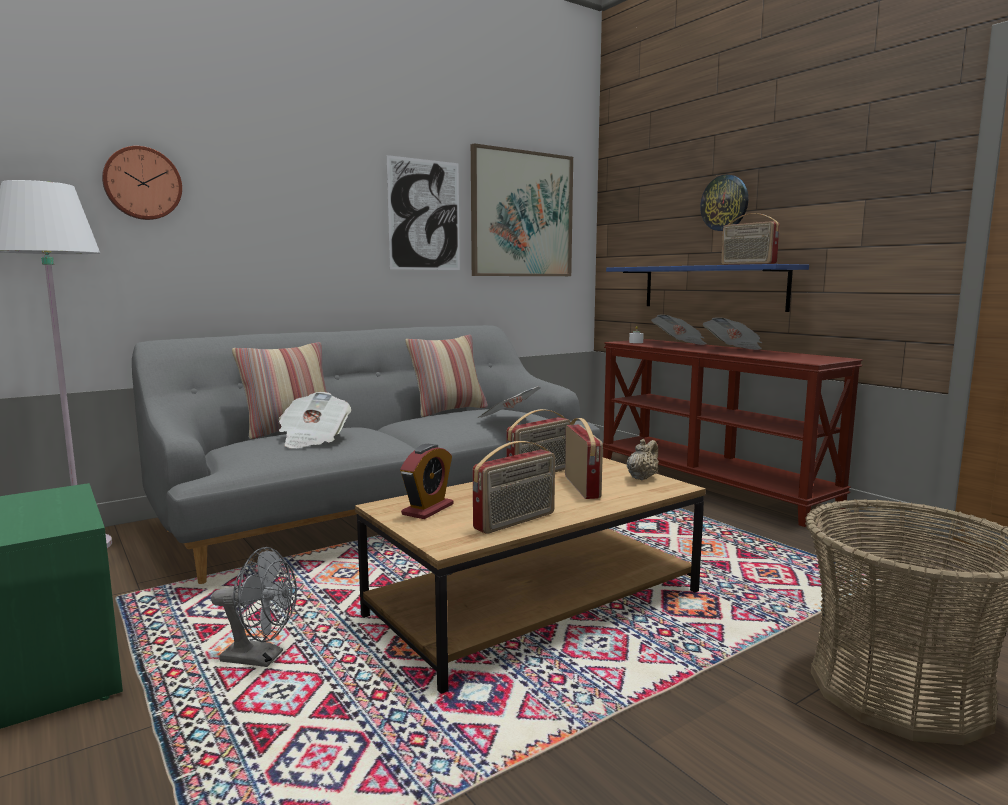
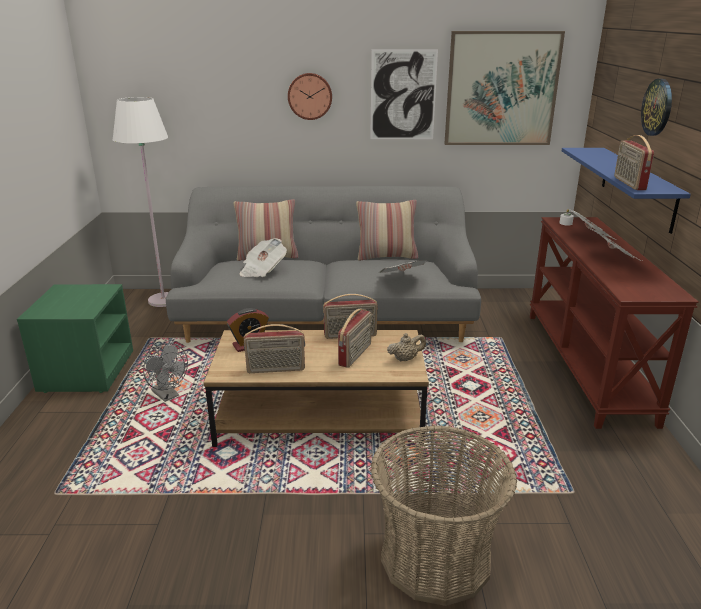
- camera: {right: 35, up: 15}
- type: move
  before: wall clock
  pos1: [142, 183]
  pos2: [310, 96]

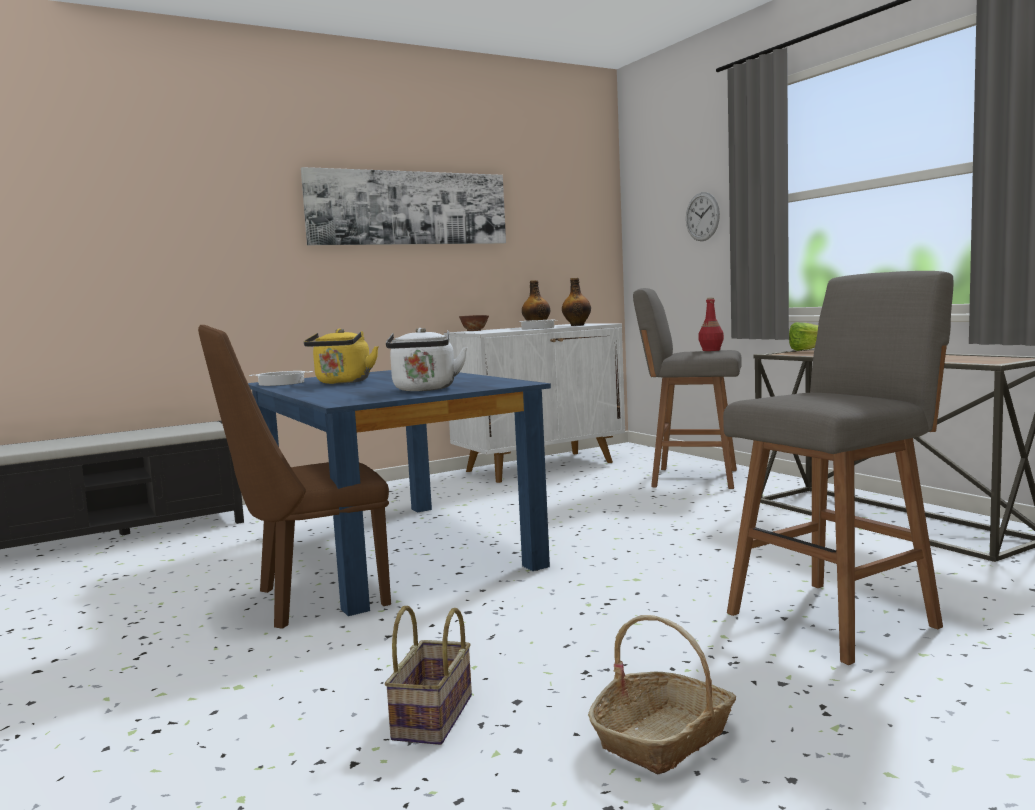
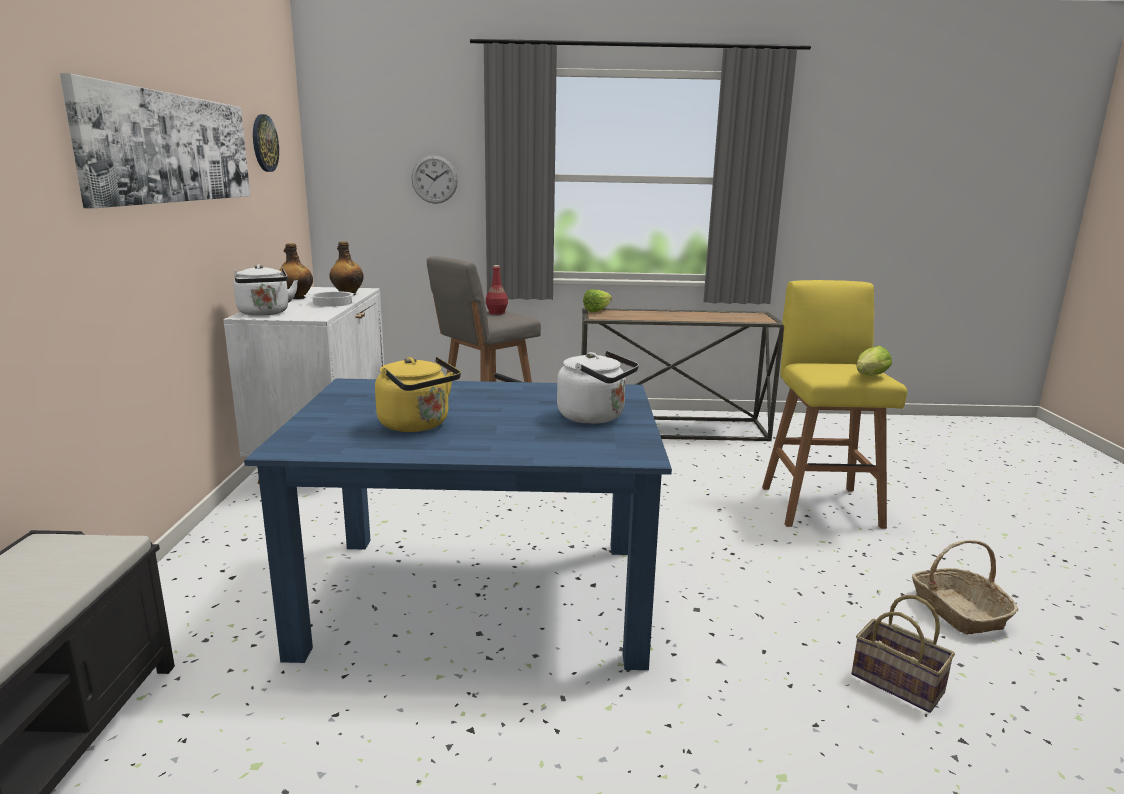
- camera: {right: -60, up: 10}
- type: delete
  before: brown chair
  pos1: [309, 600]
- type: delete
  before: stockpot
  pos1: [281, 383]
- type: insert
  after: wall clock
  pos2: [264, 143]
- type: insert
  after: lettuce head
  pos2: [869, 376]
- type: replace
  before: serving bowl
  after: white-coloured kettle
  pos1: [474, 331]
  pos2: [265, 313]
- type: recolor
  before: gray stool
  after: yellow-coloured stool
  pos1: [836, 618]
  pos2: [819, 504]

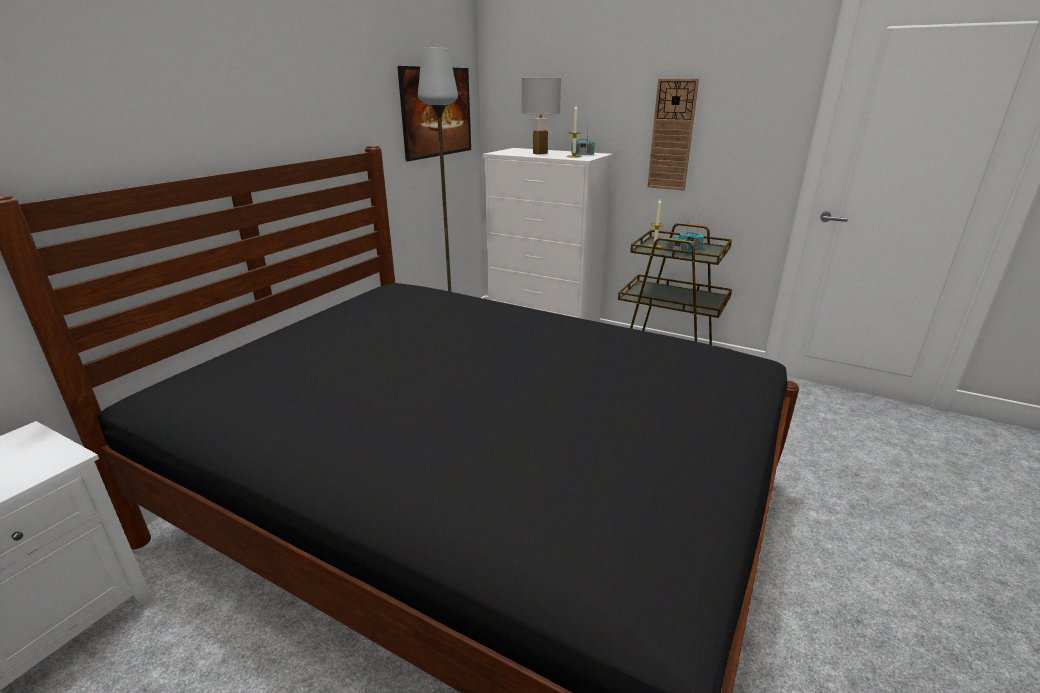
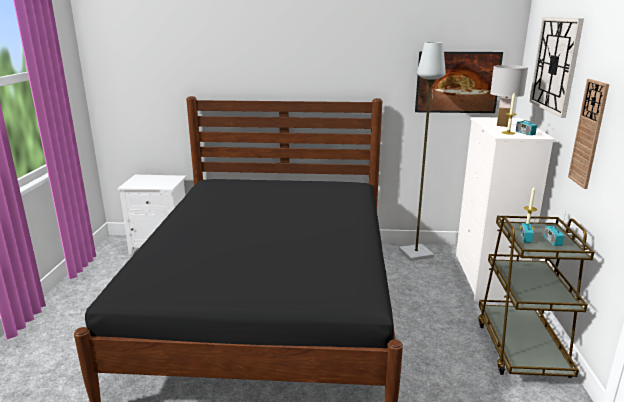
- camera: {right: 65, up: -5}
- type: insert
  after: wall clock
  pos2: [555, 65]

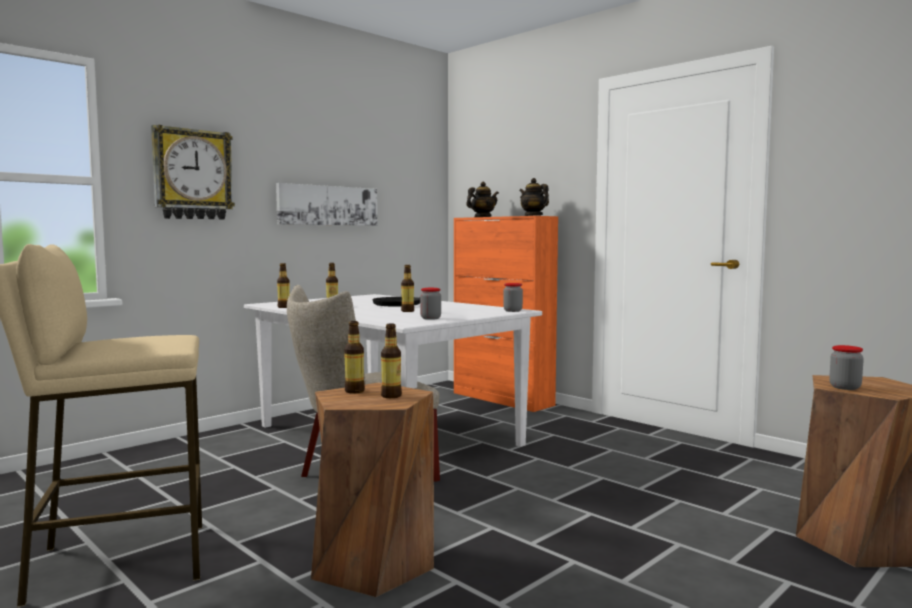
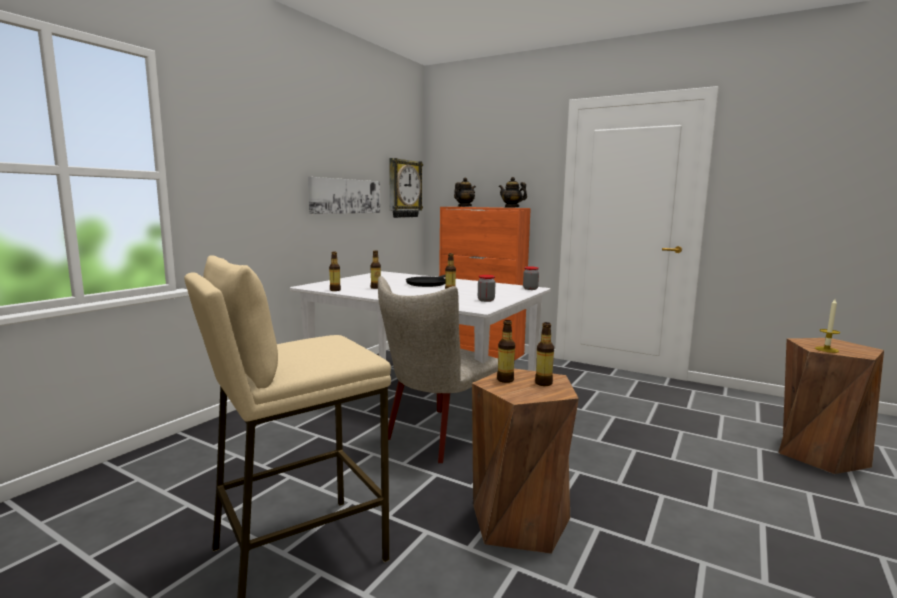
- camera: {right: -15, up: 5}
- type: move
  before: wall clock
  pos1: [192, 174]
  pos2: [404, 189]
- type: replace
  before: jar
  after: wax light
  pos1: [845, 387]
  pos2: [826, 349]

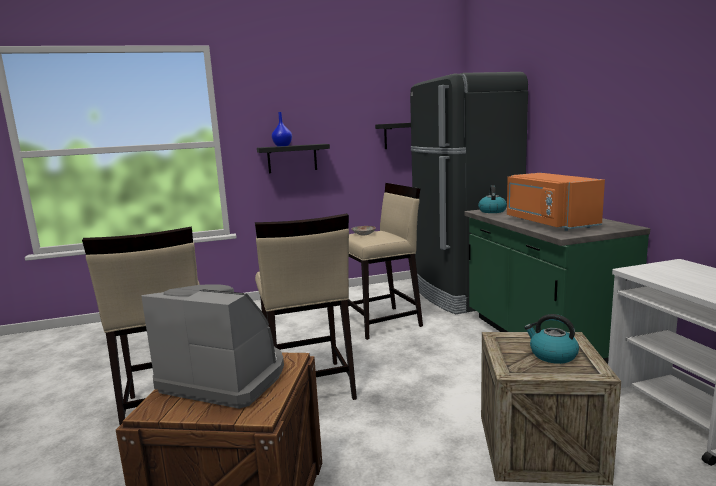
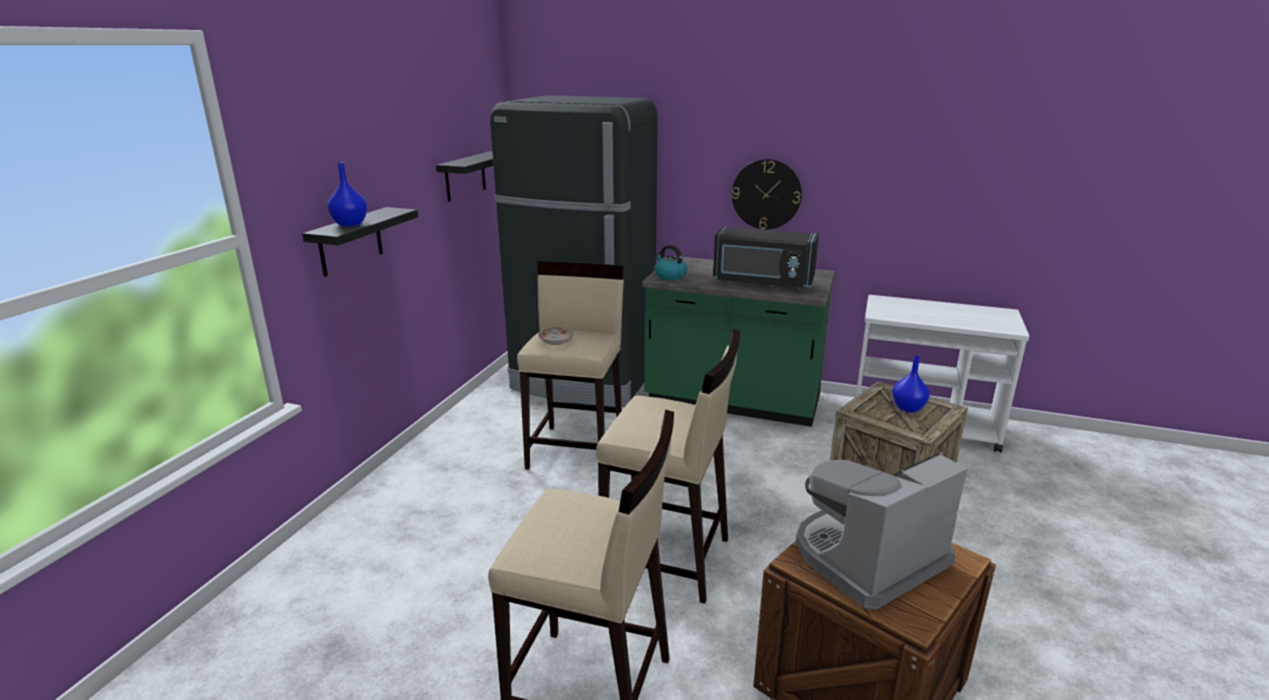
- camera: {right: -55, up: 10}
- type: insert
  after: wall clock
  pos2: [766, 194]
- type: replace
  before: kettle
  after: bluish flower vase
  pos1: [552, 355]
  pos2: [909, 408]
- type: recolor
  before: orange microwave
  after: black-coloured microwave
  pos1: [548, 223]
  pos2: [762, 282]

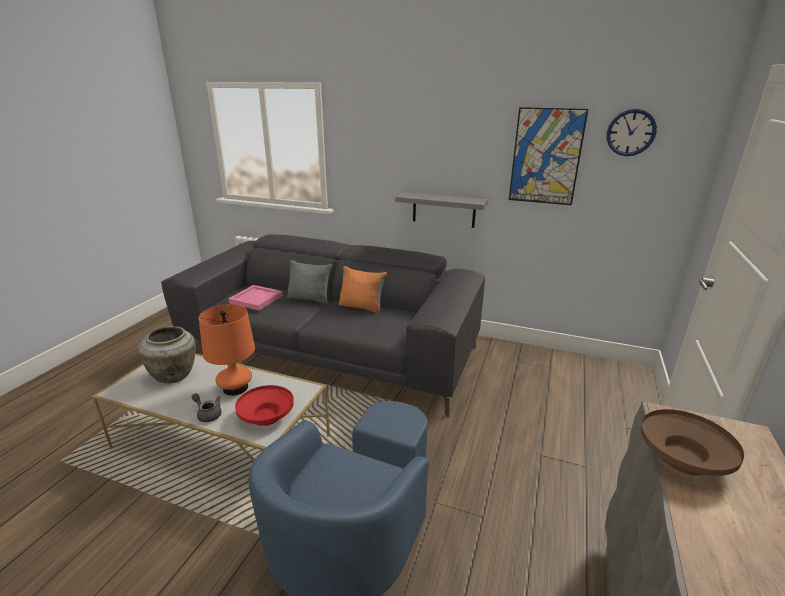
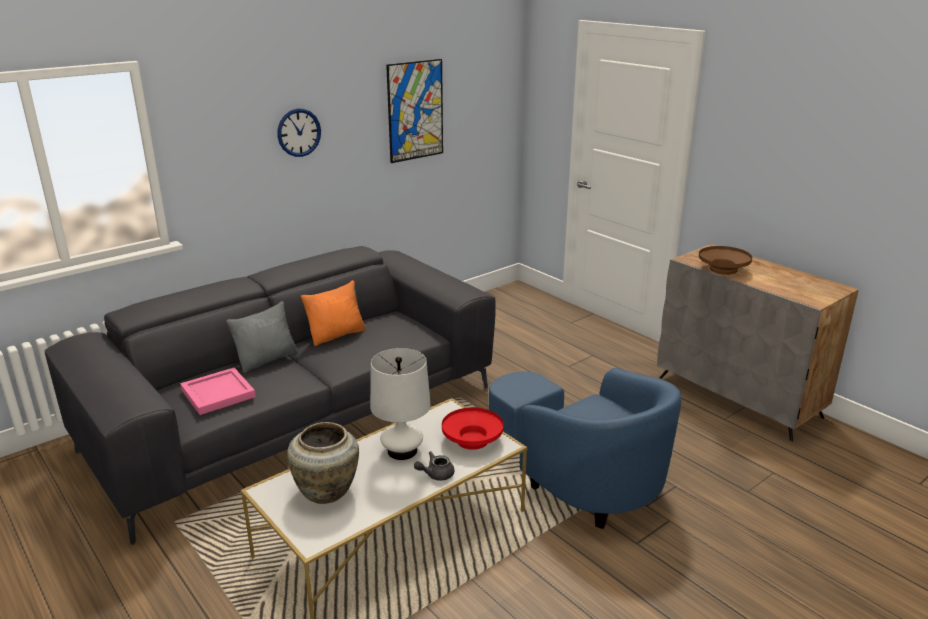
- camera: {right: -60, up: 0}
- type: delete
  before: gray shelf
  pos1: [443, 209]
- type: move
  before: wall clock
  pos1: [630, 132]
  pos2: [299, 132]
- type: recolor
  before: orange lamp for a table
  after: white-coloured lamp for a table
  pos1: [235, 388]
  pos2: [402, 451]

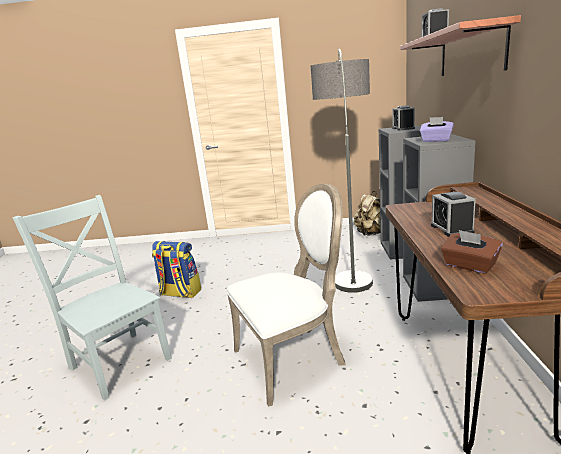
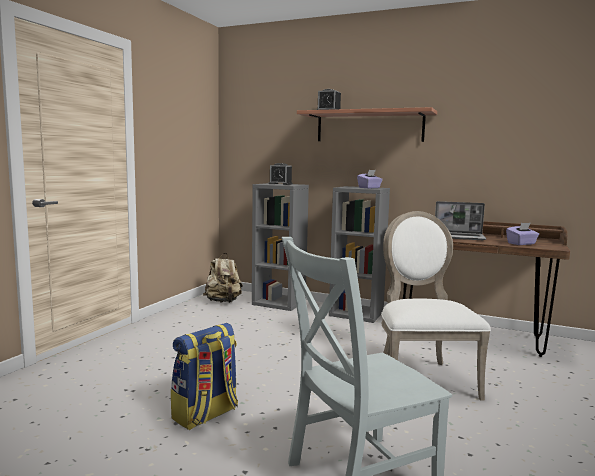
- camera: {right: -70, up: -10}
- type: delete
  before: standard lamp
  pos1: [349, 263]
- type: replace
  before: table clock
  after: laptop
  pos1: [451, 229]
  pos2: [459, 237]
- type: recolor
  before: brown tissue box
  after: purple tissue box
  pos1: [469, 266]
  pos2: [521, 244]

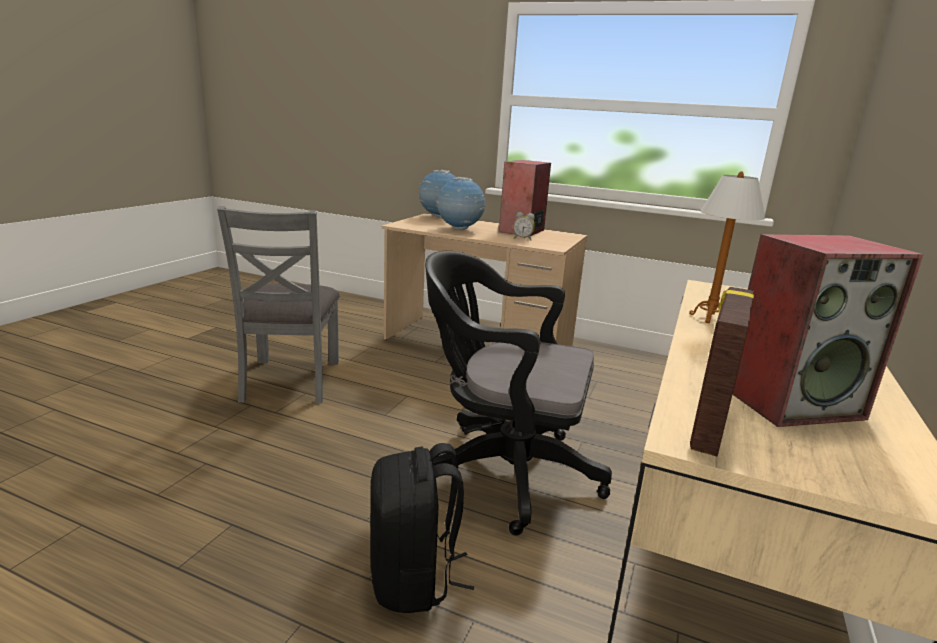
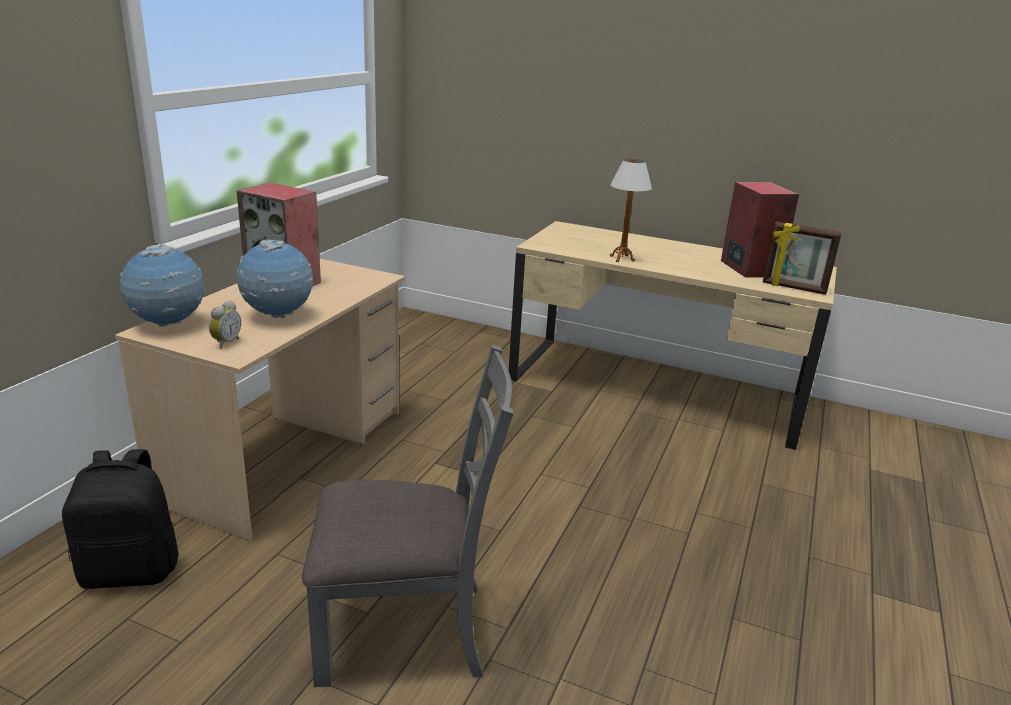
- camera: {right: -90, up: 5}
- type: delete
  before: black-coloured desk chair
  pos1: [503, 471]
- type: move
  before: black-coloured backpack
  pos1: [413, 579]
  pos2: [131, 570]
- type: move
  before: table clock
  pos1: [523, 239]
  pos2: [225, 343]

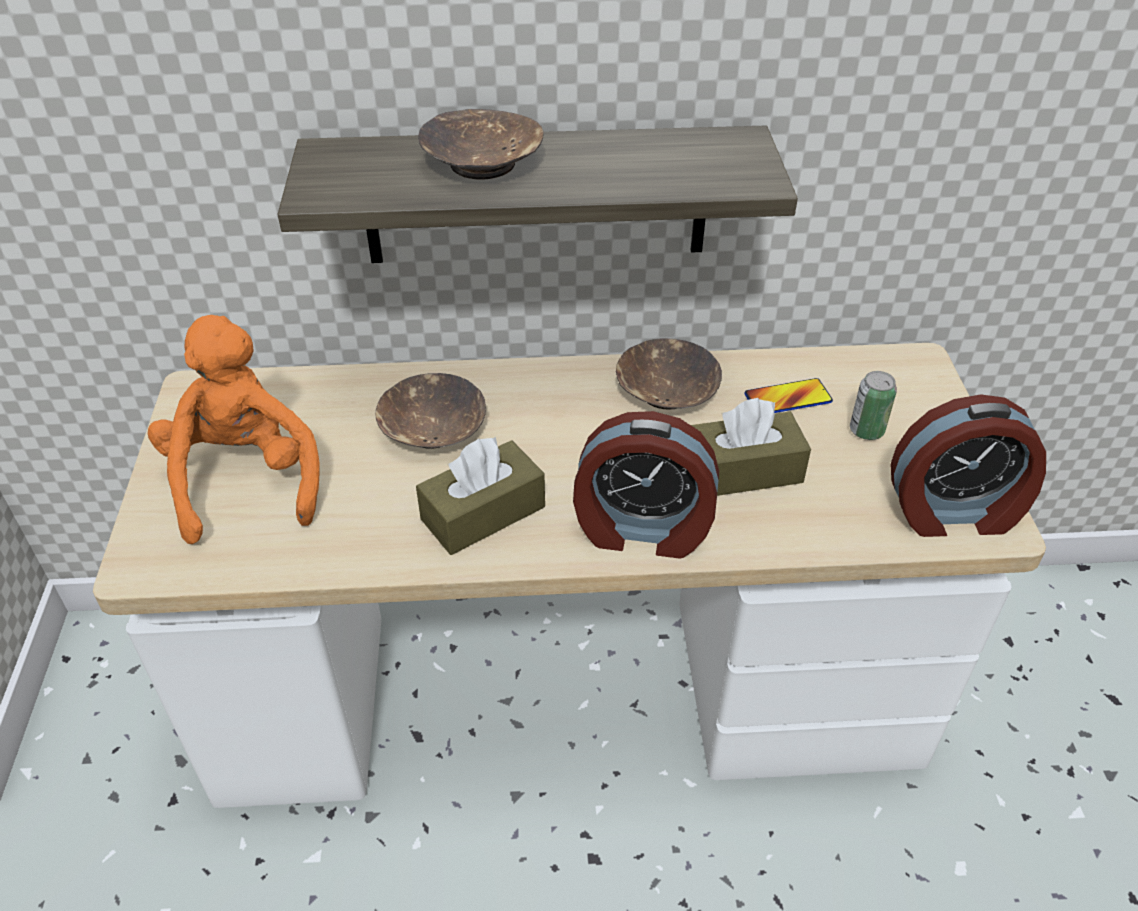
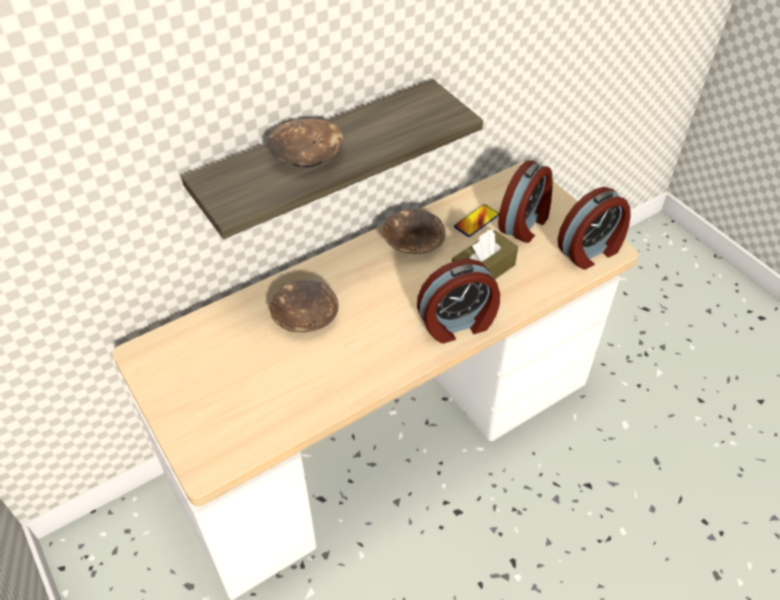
- camera: {right: -30, up: 5}
- type: delete
  before: orange cuddly toy
  pos1: [245, 480]
- type: delete
  before: brown tissue box
  pos1: [483, 513]
- type: replace
  before: sealed can
  after: table clock
  pos1: [866, 431]
  pos2: [525, 224]

